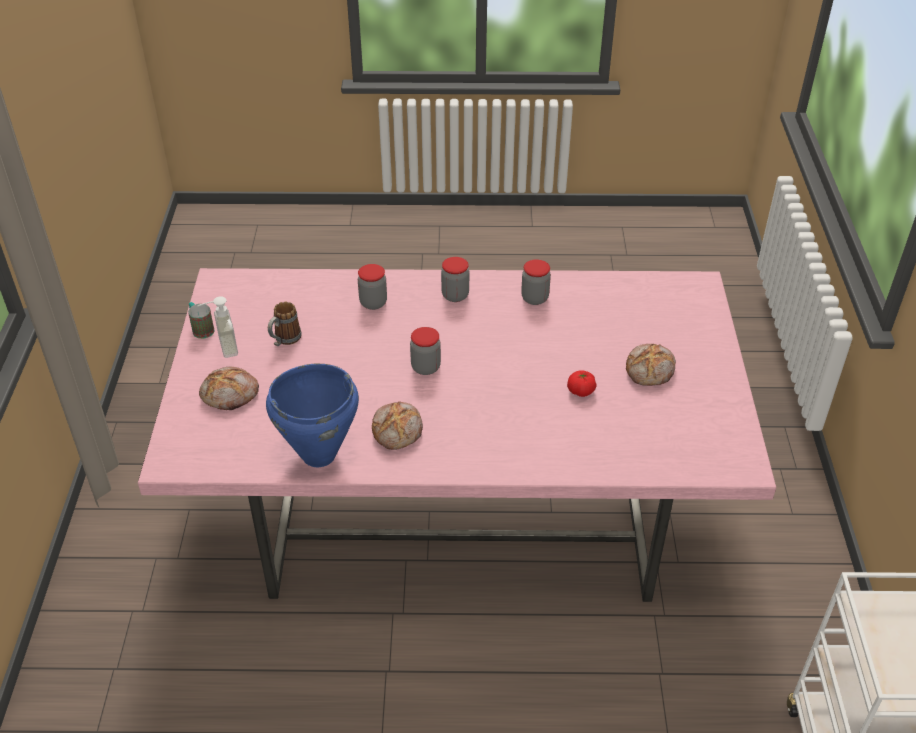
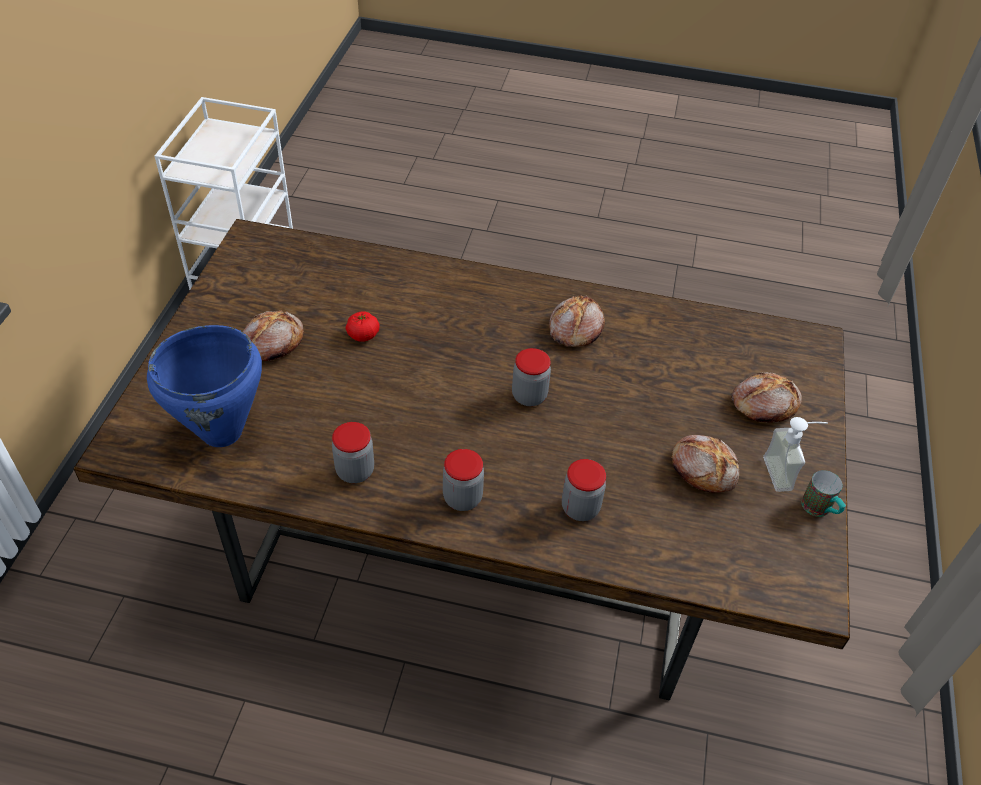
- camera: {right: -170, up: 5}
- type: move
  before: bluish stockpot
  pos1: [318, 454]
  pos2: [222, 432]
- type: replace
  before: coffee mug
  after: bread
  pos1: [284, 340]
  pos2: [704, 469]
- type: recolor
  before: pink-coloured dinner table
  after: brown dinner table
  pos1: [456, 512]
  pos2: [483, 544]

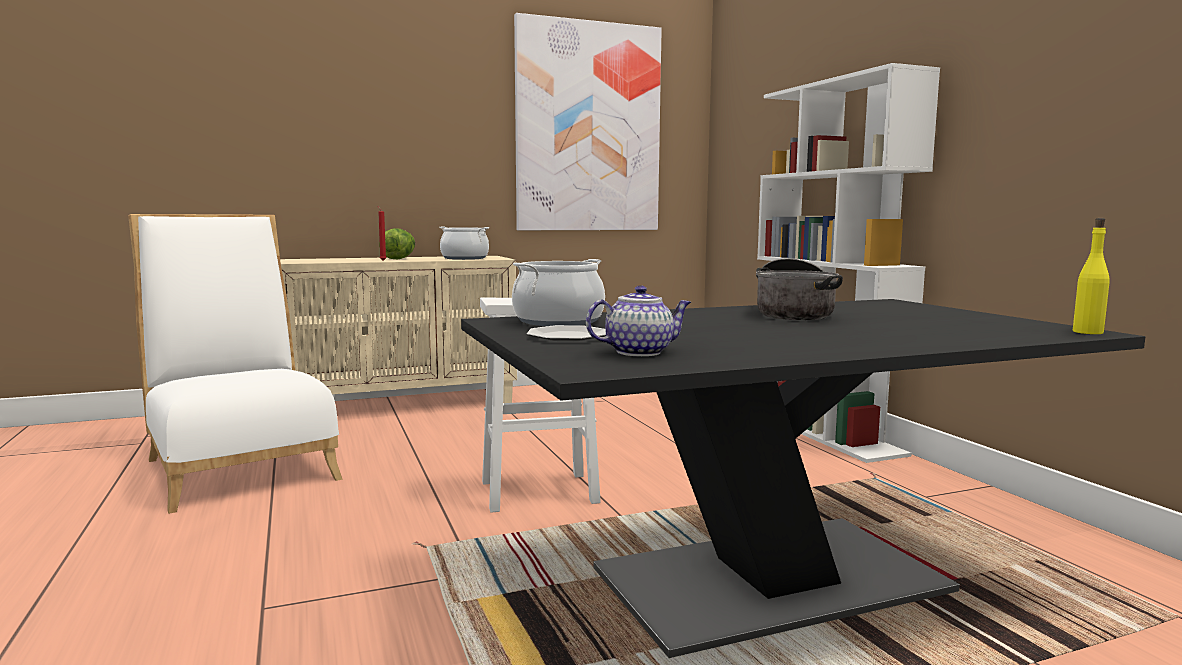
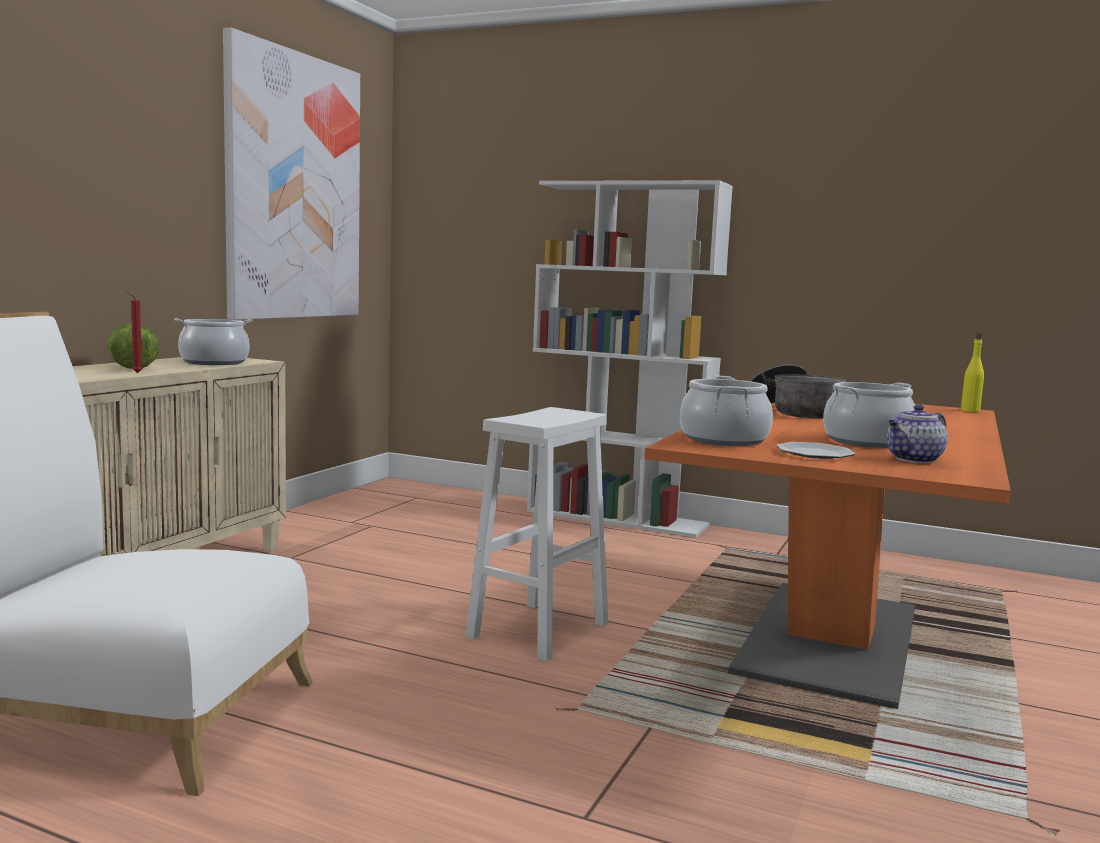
- camera: {right: -45, up: 0}
- type: insert
  after: stockpot
  pos2: [868, 441]
- type: recolor
  before: black-coloured dinner table
  after: orange dinner table
  pos1: [770, 581]
  pos2: [830, 640]
- type: rotate
  before: pot for tea
  pos1: [640, 352]
  pos2: [914, 459]
  turn: -150

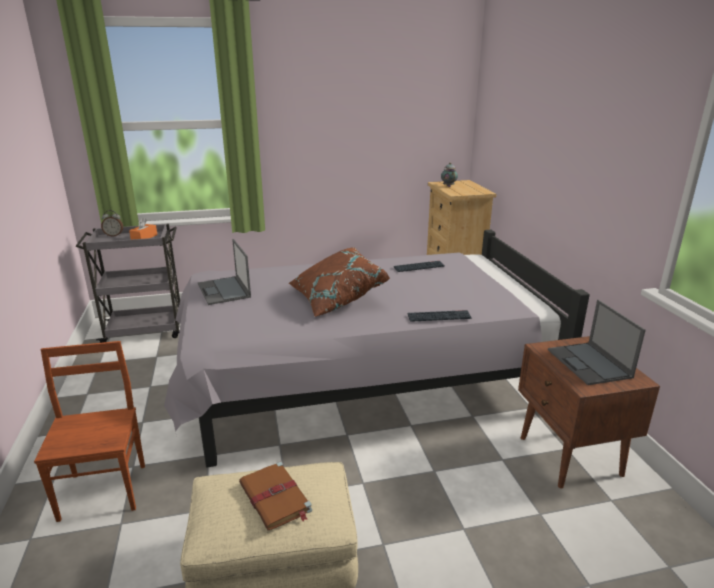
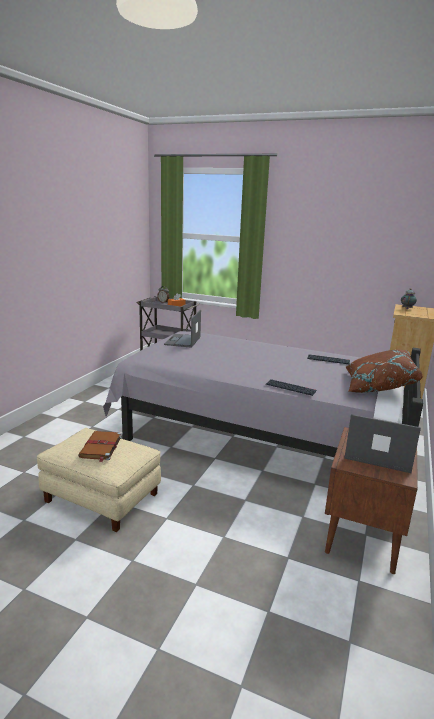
- camera: {right: 35, up: -5}
- type: delete
  before: brown chair
  pos1: [105, 490]
- type: move
  before: brown cushion
  pos1: [336, 299]
  pos2: [377, 386]
- type: rotate
  before: laptop
  pos1: [589, 364]
  pos2: [377, 454]
  turn: 90

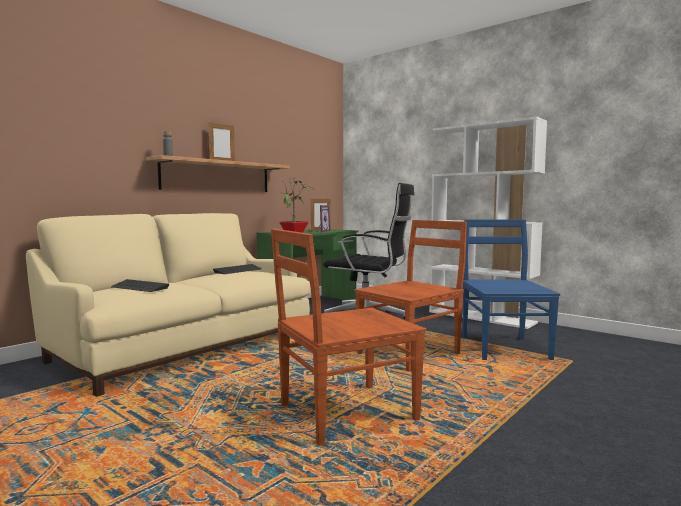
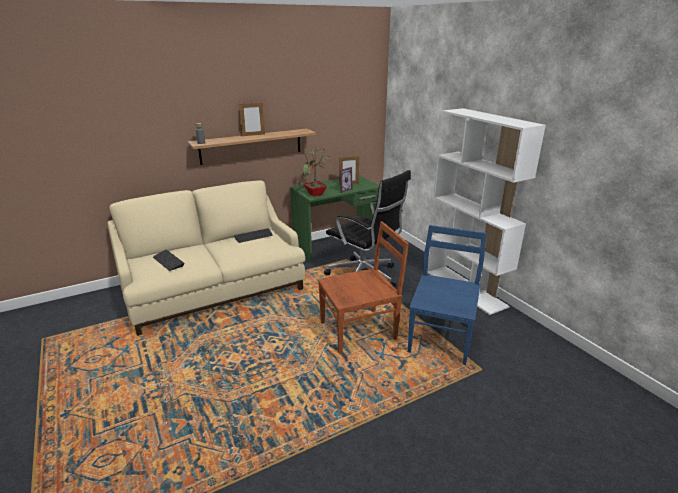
- camera: {right: 20, up: 20}
- type: delete
  before: brown chair
  pos1: [344, 413]

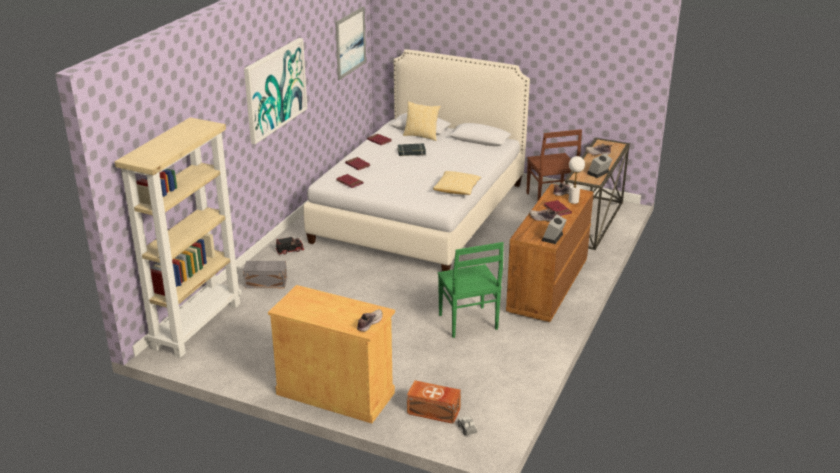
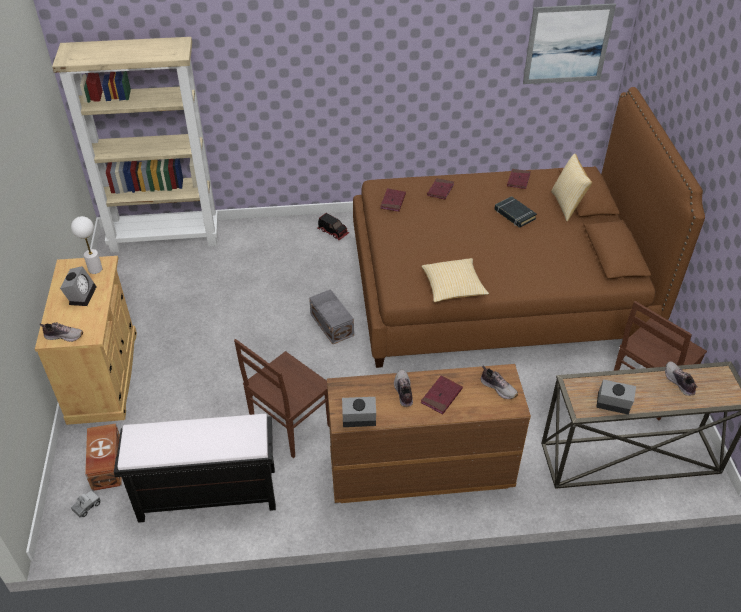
- camera: {right: 60, up: 15}
- type: delete
  before: picture
  pos1: [275, 89]
- type: insert
  after: table clock
  pos2: [81, 294]
- type: insert
  after: black-coloured indoor bench
  pos2: [206, 495]
- type: move
  before: gray storage bin
  pos1: [265, 282]
  pos2: [332, 324]
- type: move
  before: white-coloured lamp for a table
  pos1: [573, 201]
  pos2: [95, 269]
- type: recolor
  before: white-coloured bed
  after: brown bed
  pos1: [420, 212]
  pos2: [497, 287]
- type: recolor
  before: green-coloured chair
  after: brown chair
  pos1: [468, 323]
  pos2: [289, 426]

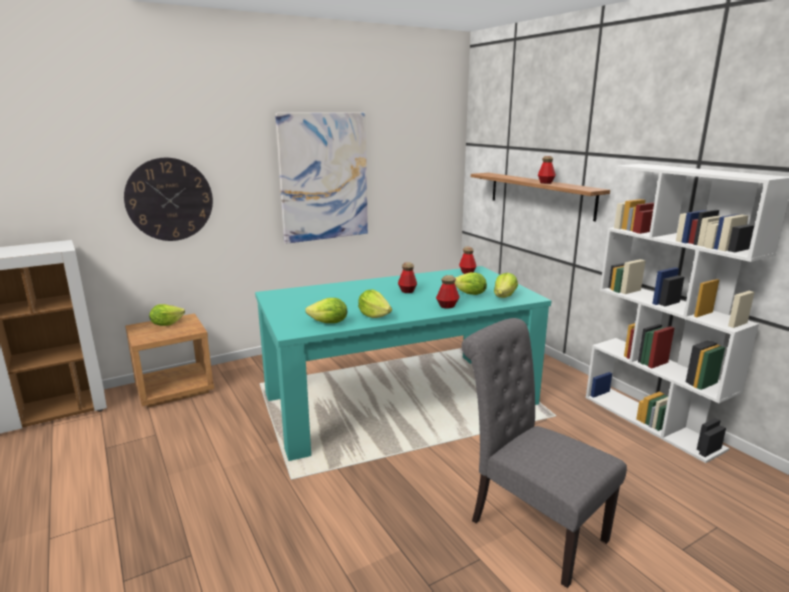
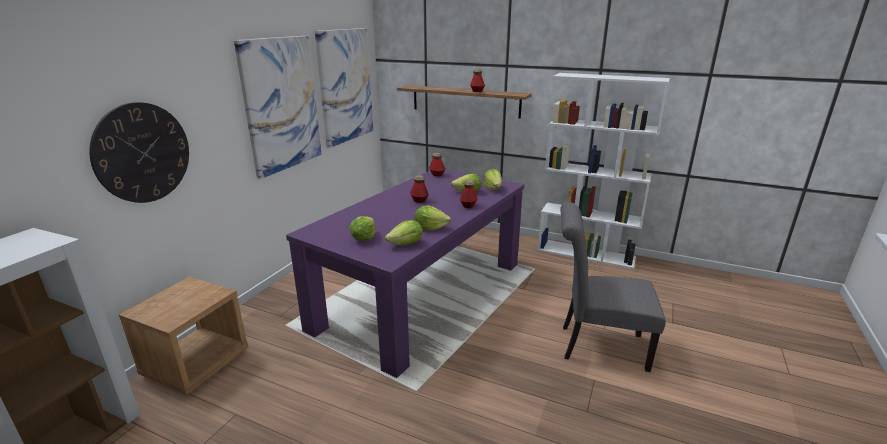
- camera: {right: -35, up: 5}
- type: insert
  after: picture
  pos2: [345, 86]
- type: move
  before: lettuce head
  pos1: [166, 324]
  pos2: [363, 238]
- type: recolor
  before: turquoise dinner table
  after: purple dinner table
  pos1: [399, 399]
  pos2: [422, 294]

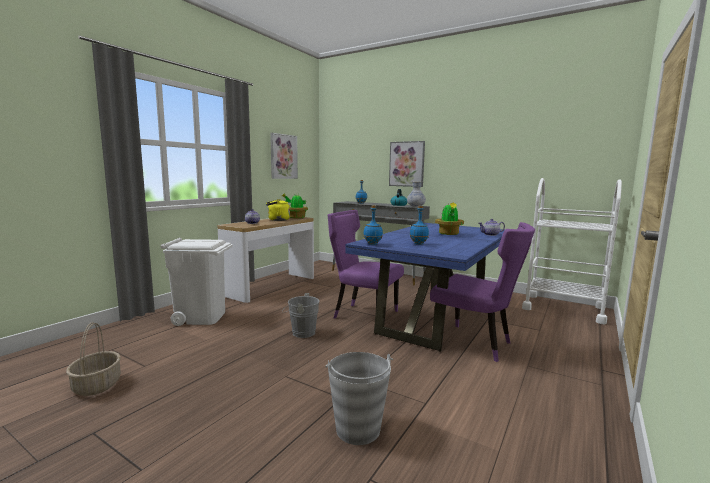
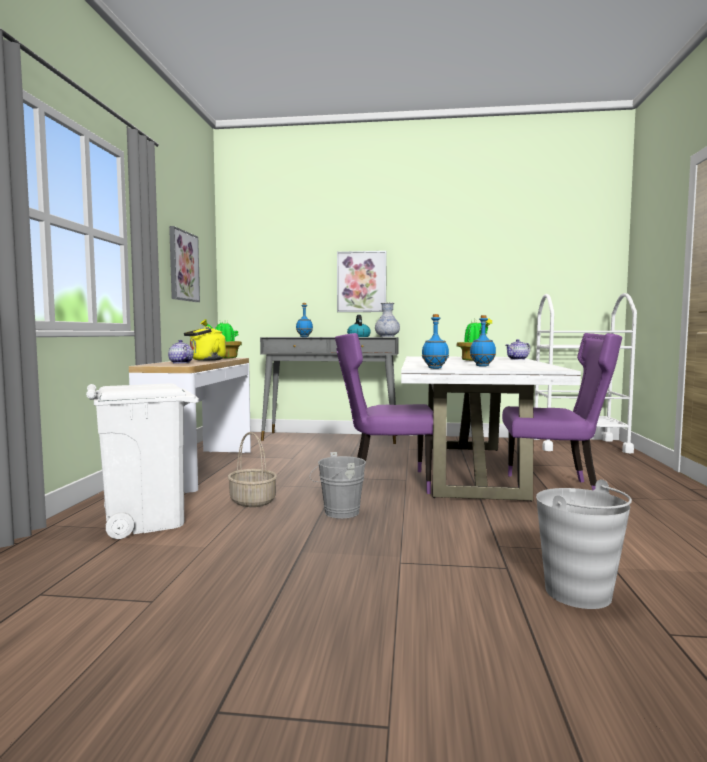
- camera: {right: -25, up: -5}
- type: move
  before: basket
  pos1: [96, 385]
  pos2: [252, 501]
- type: recolor
  before: bluish dinner table
  after: white-coloured dinner table
  pos1: [435, 317]
  pos2: [471, 470]

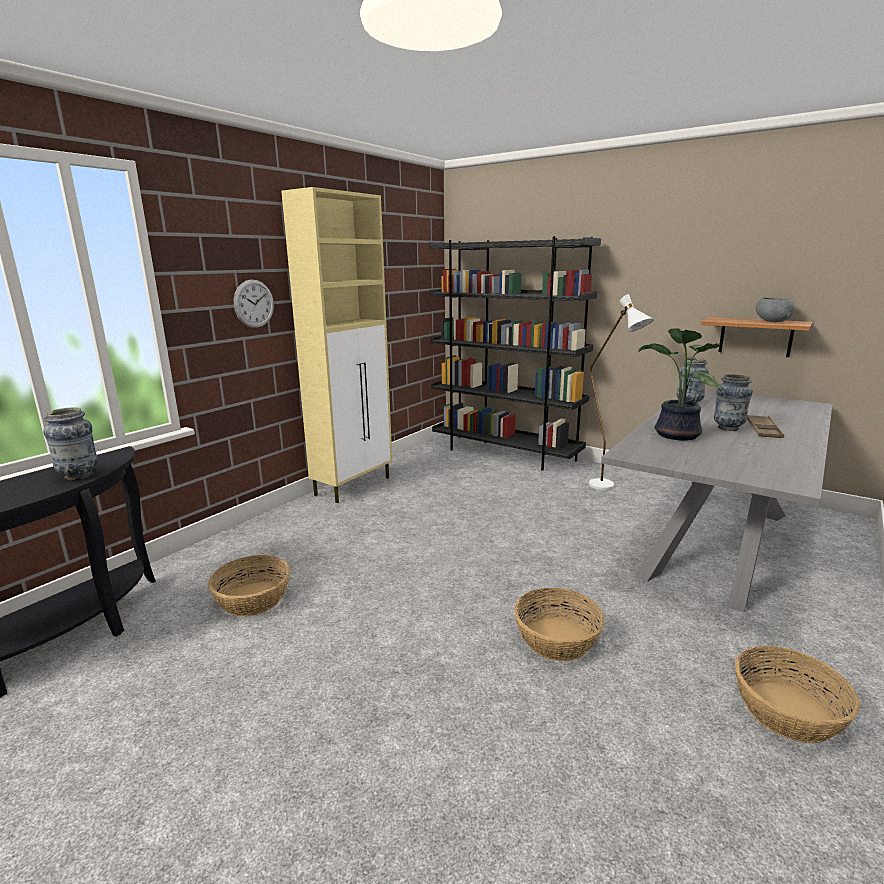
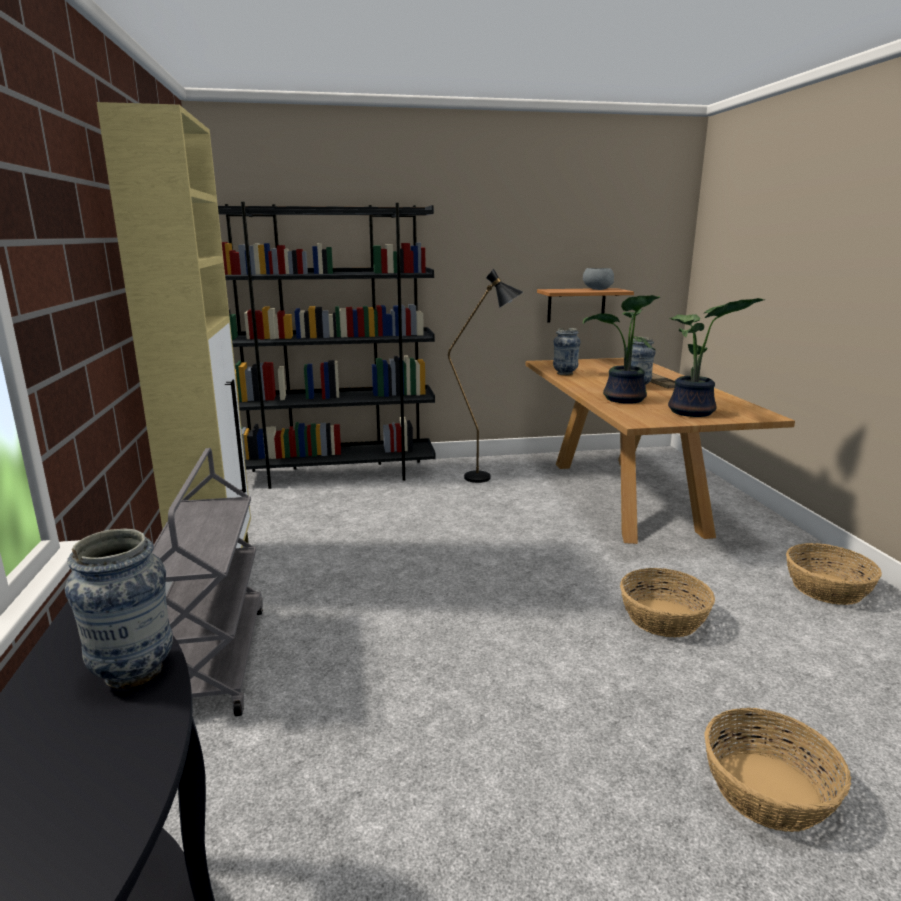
- camera: {right: -45, up: 0}
- type: delete
  before: wall clock
  pos1: [254, 304]
- type: insert
  after: gray cart
  pos2: [215, 659]
- type: insert
  after: houseplant
  pos2: [693, 413]
- type: move
  before: basket
  pos1: [253, 599]
  pos2: [768, 790]
- type: recolor
  before: white-coloured standard lamp
  after: black-coloured standard lamp
  pos1: [608, 488]
  pos2: [487, 478]
- type: recolor
  before: gray dinner table
  after: brown dinner table
  pos1: [716, 543]
  pos2: [626, 496]

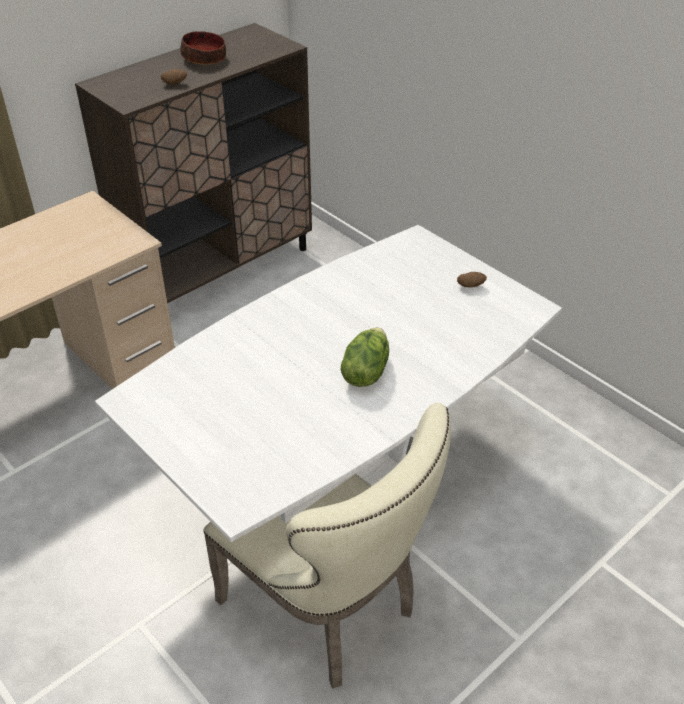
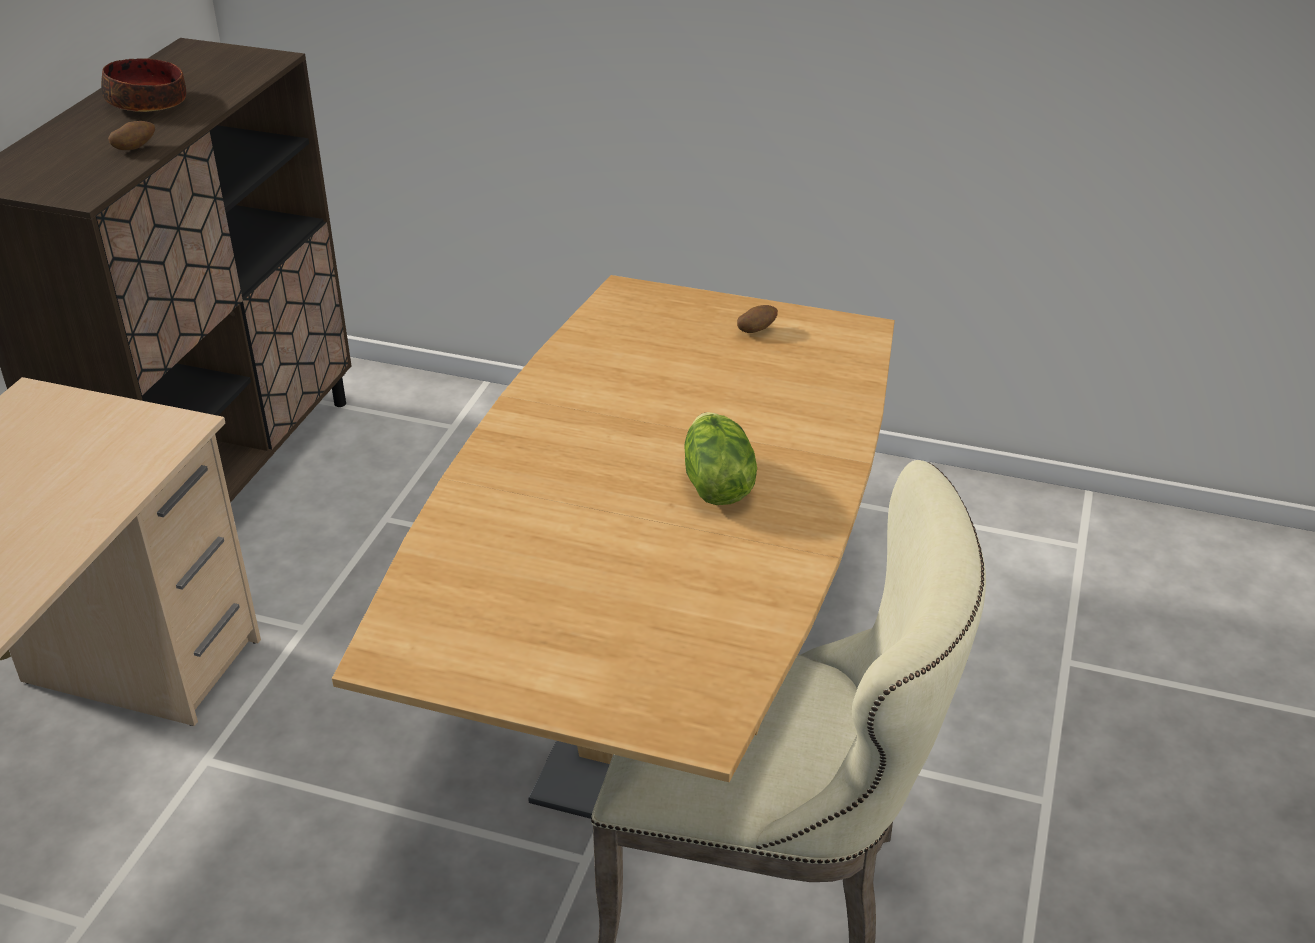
- camera: {right: -30, up: -5}
- type: recolor
  before: white-coloured dinner table
  after: brown dinner table
  pos1: [341, 483]
  pos2: [657, 707]

